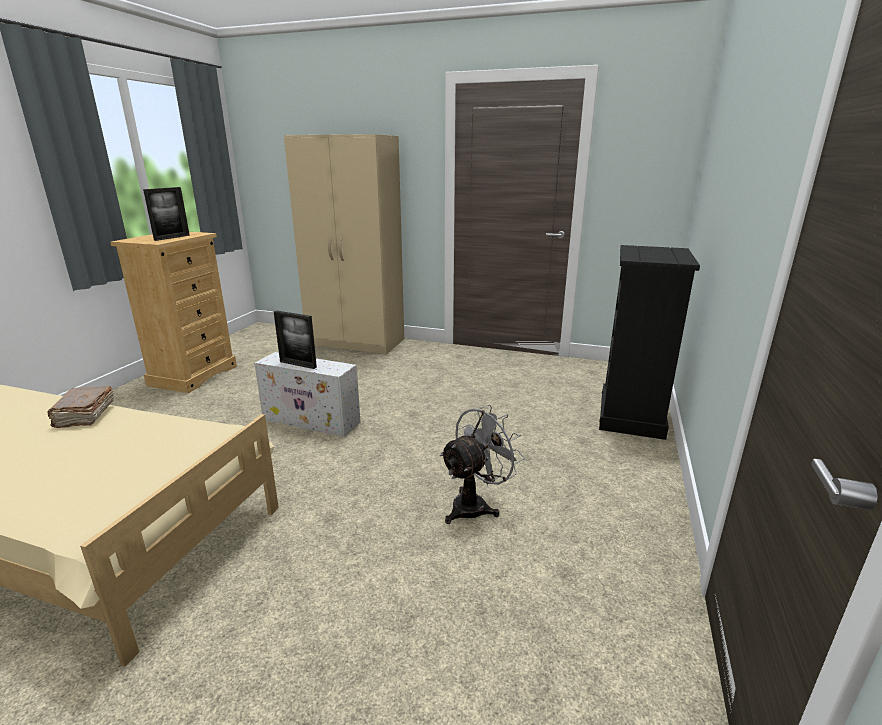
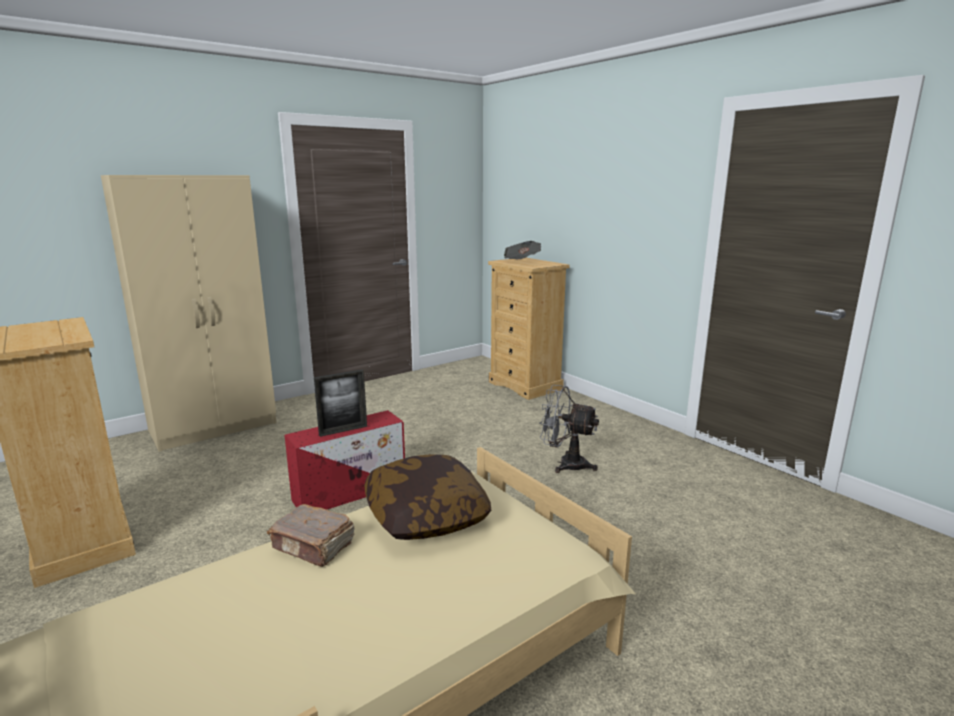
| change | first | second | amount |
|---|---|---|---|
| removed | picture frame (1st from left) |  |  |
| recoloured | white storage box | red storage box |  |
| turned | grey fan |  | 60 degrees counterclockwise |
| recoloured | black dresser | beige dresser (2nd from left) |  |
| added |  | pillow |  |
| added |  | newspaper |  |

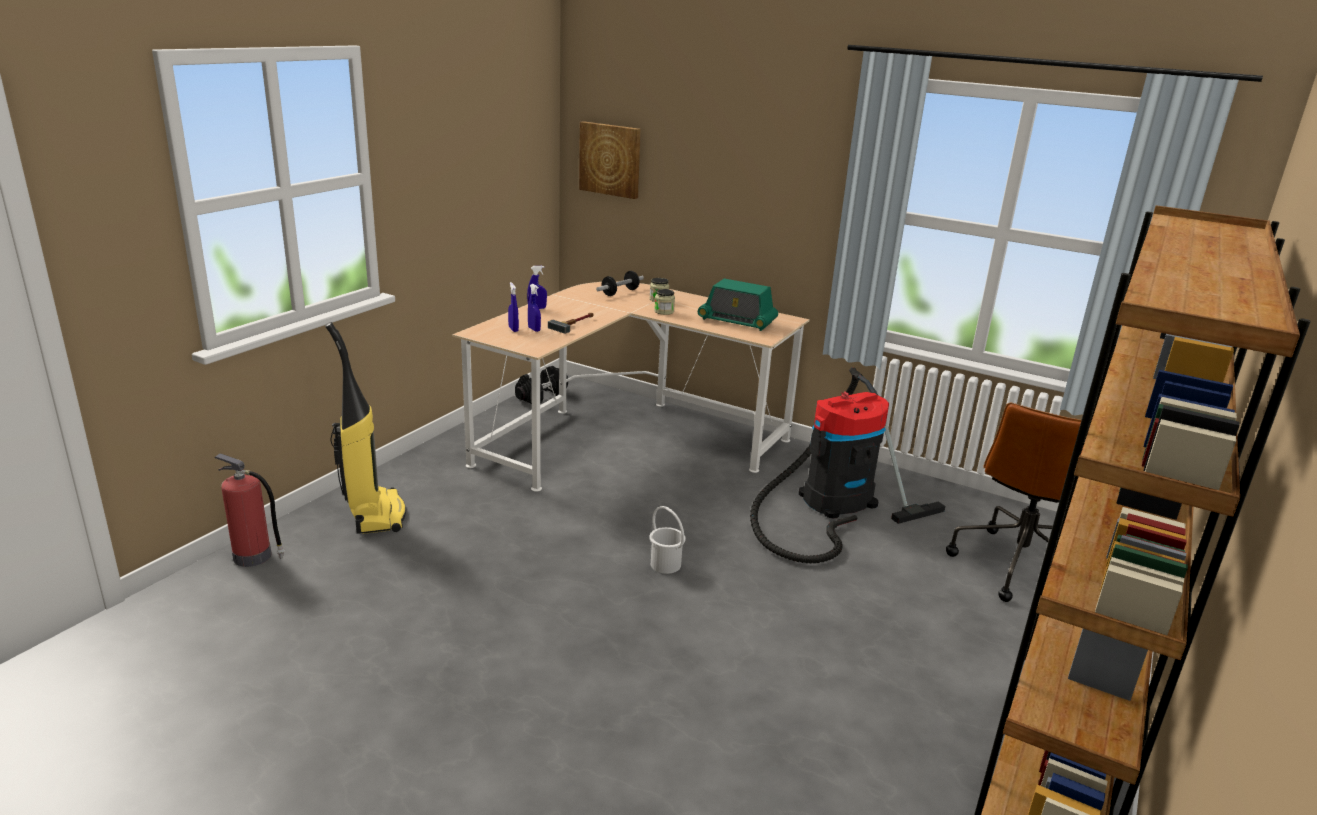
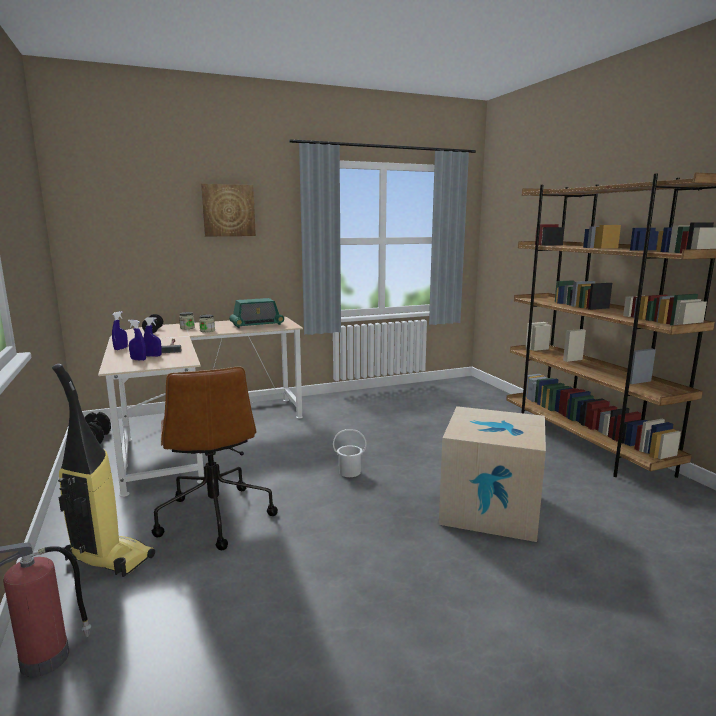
| change | first | second | amount |
|---|---|---|---|
| moved | picture |  |  |
| removed | vacuum cleaner (2nd from left) |  |  |
| moved | brown office chair |  |  |
| added |  | cardboard box |  |

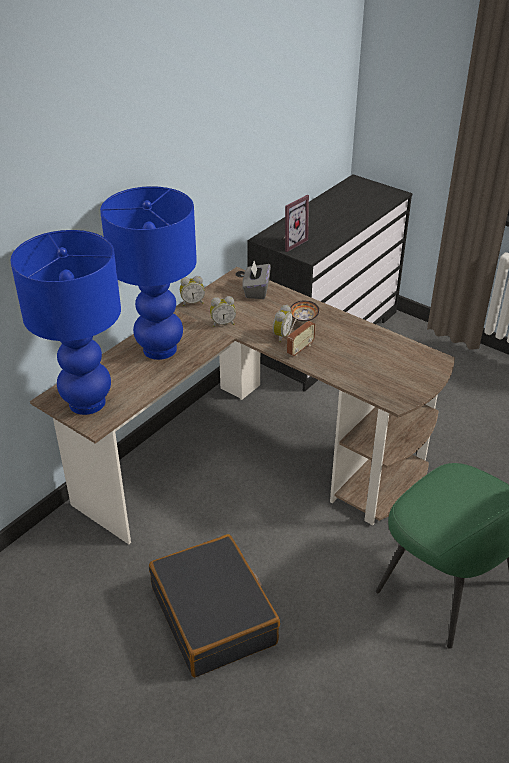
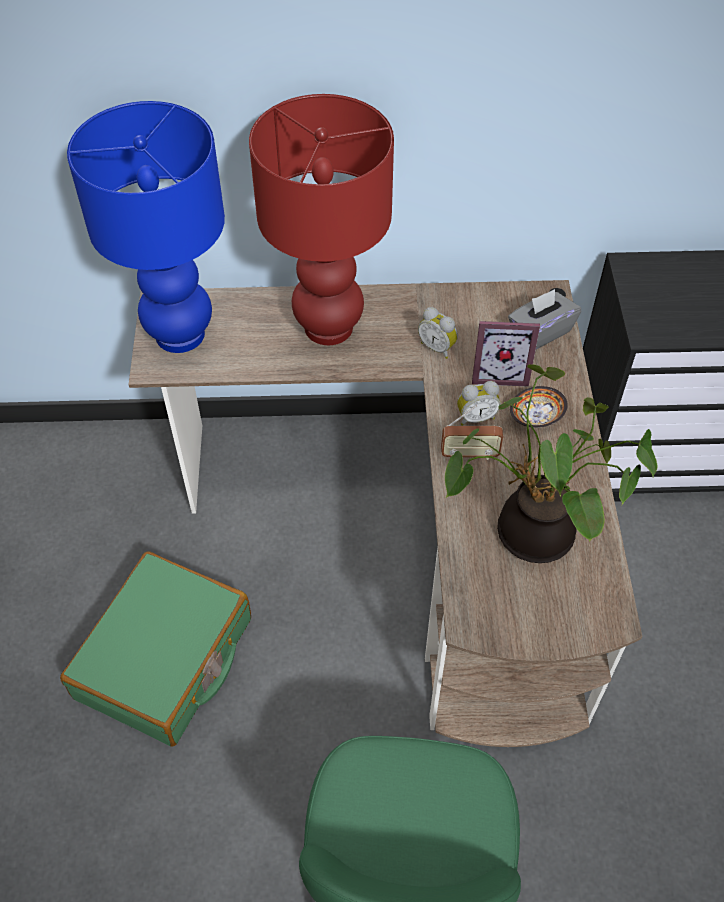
| change | first | second | amount |
|---|---|---|---|
| recoloured | blue table lamp (2nd from left) | red table lamp |  |
| recoloured | black suitcase | green suitcase |  |
| removed | alarm clock (1st from left) |  |  |
| moved | picture frame |  |  |
| added |  | potted plant |  |

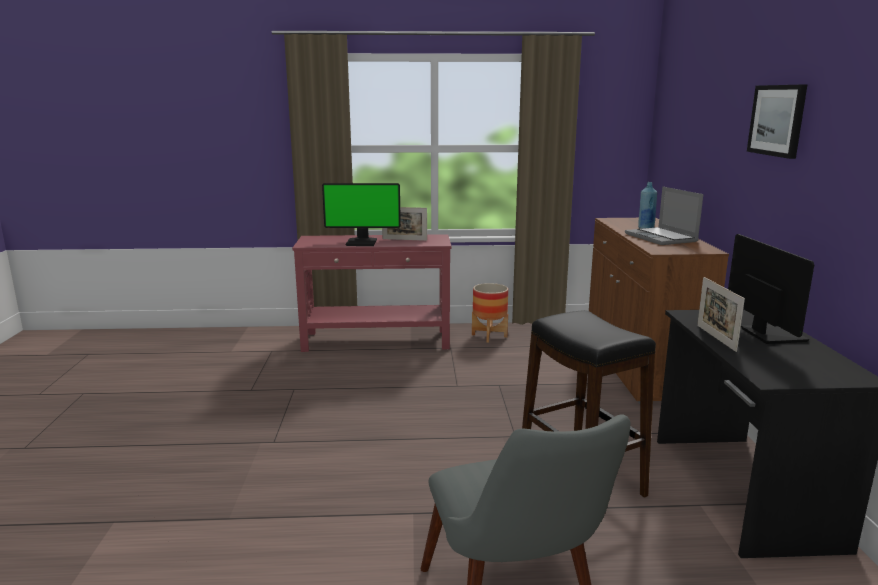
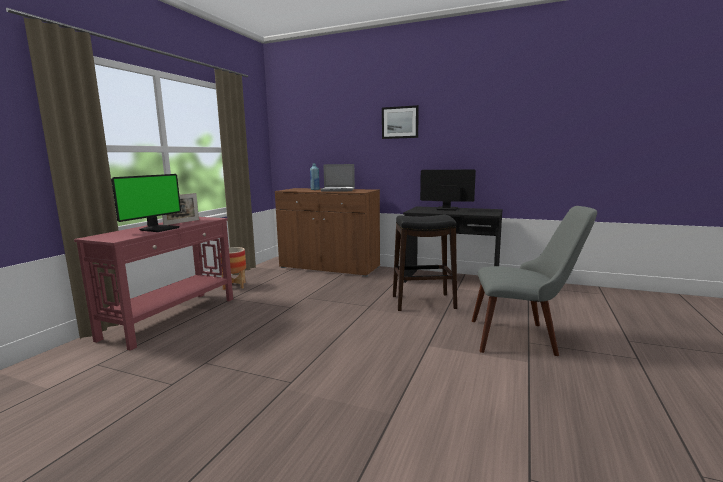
| change | first | second | amount |
|---|---|---|---|
| removed | picture frame (2nd from left) |  |  |

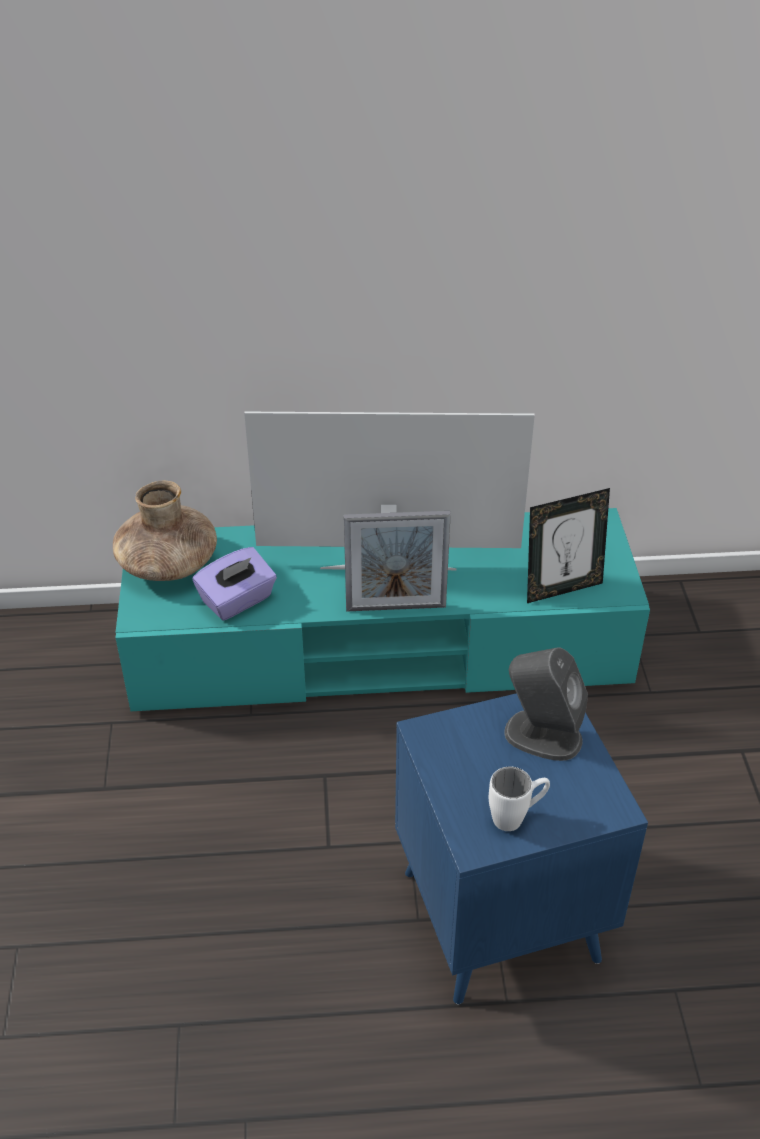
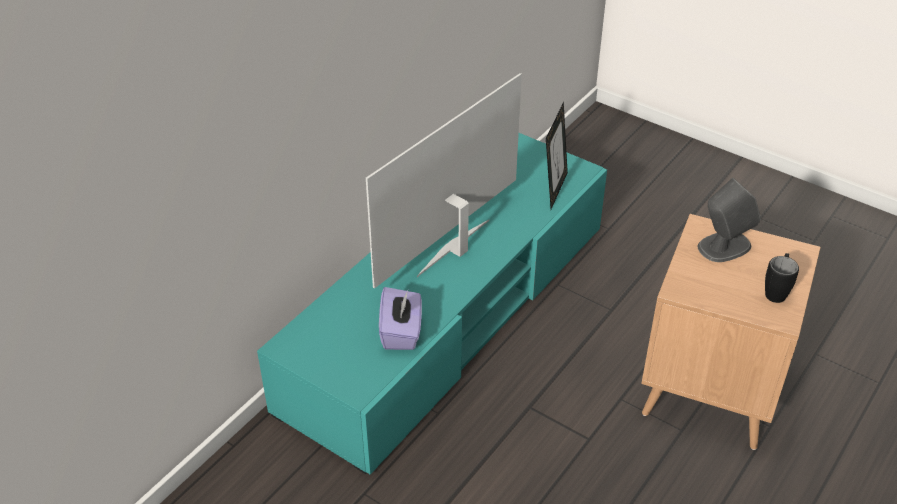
| change | first | second | amount |
|---|---|---|---|
| removed | brown vase |  |  |
| removed | picture frame (1st from left) |  |  |
| recoloured | blue side table | brown side table |  |
| recoloured | white mug | black mug |  |

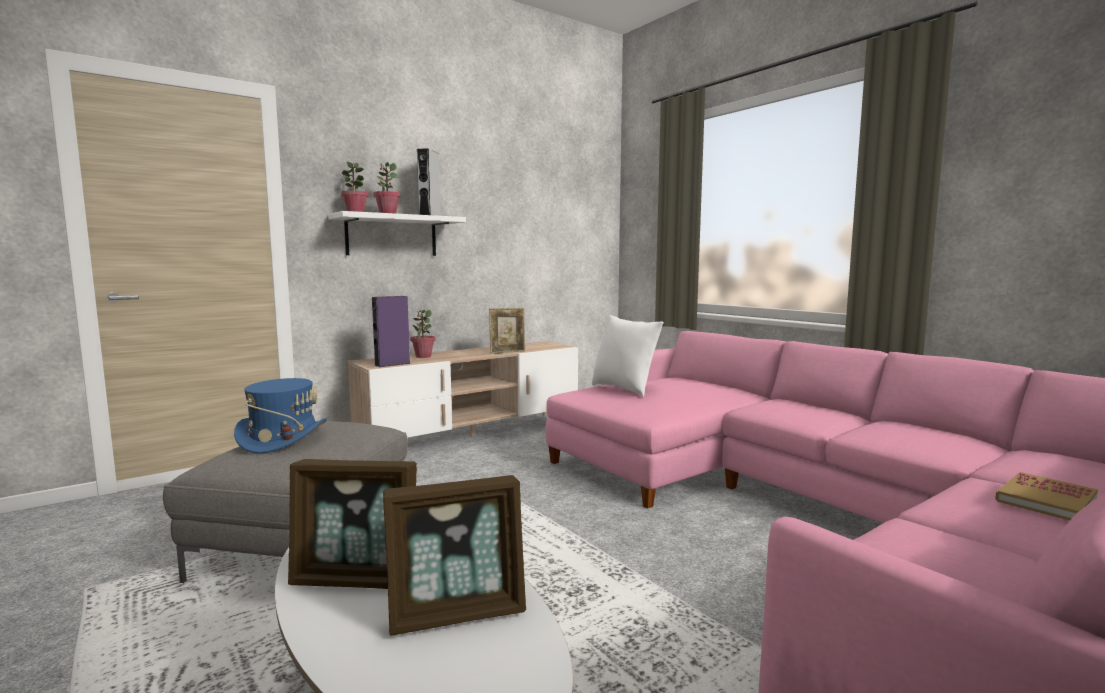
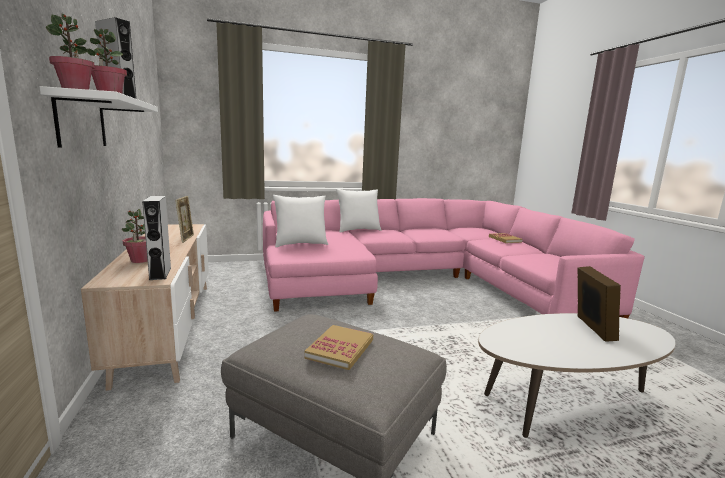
| change | first | second | amount |
|---|---|---|---|
| replaced | blue hat | book (1st from left) |  |
| removed | picture frame (1st from left) |  |  |
| recoloured | purple speaker | grey speaker (2nd from left) |  |
| added |  | white pillow (2nd from left) |  |

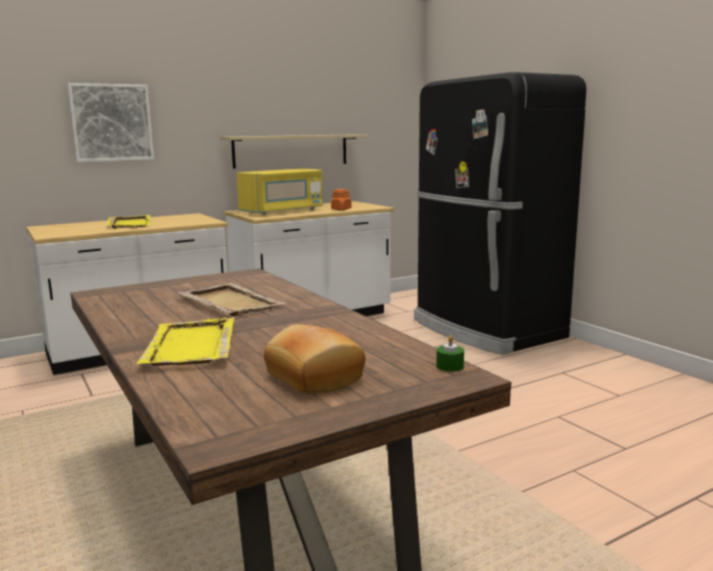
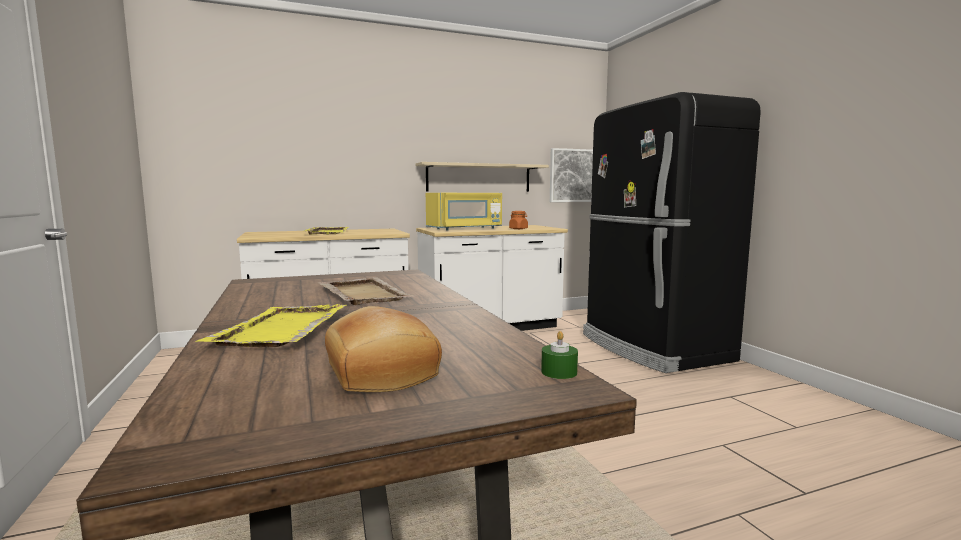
| change | first | second | amount |
|---|---|---|---|
| moved | picture |  |  |

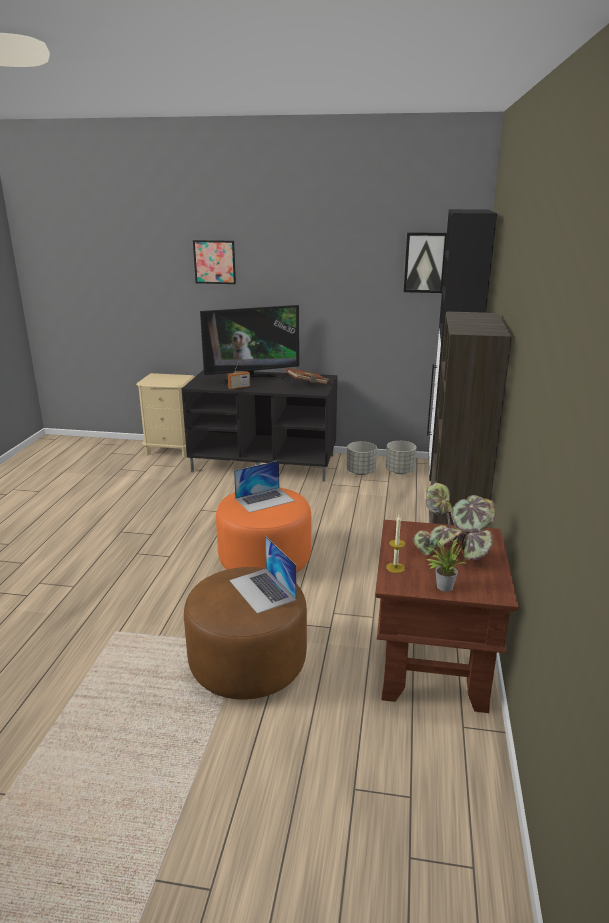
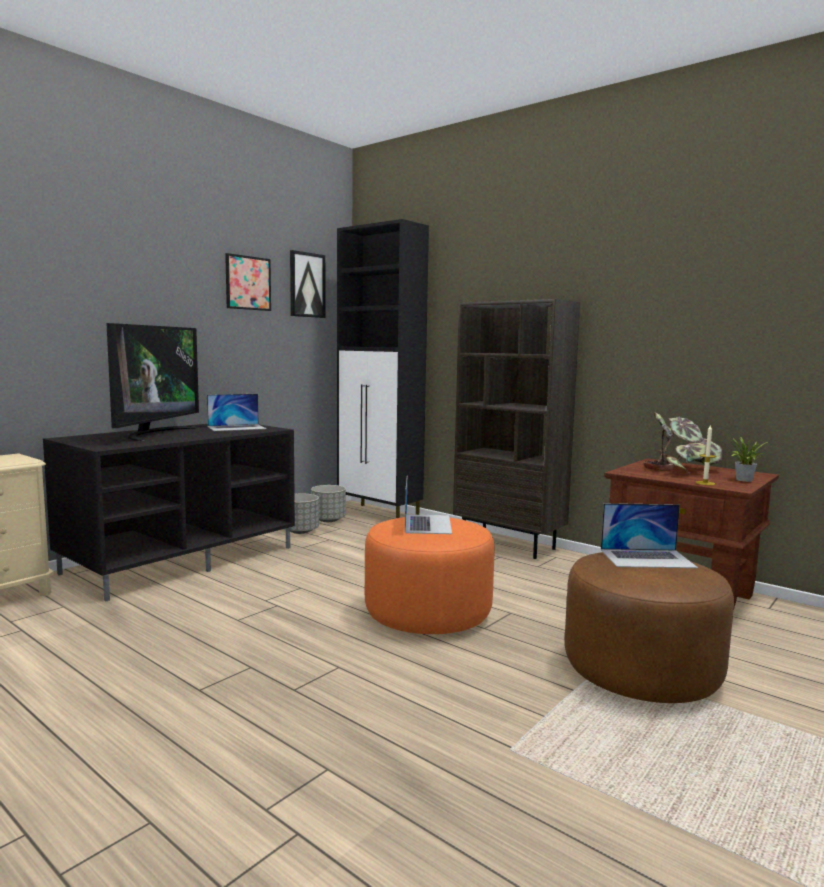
| change | first | second | amount |
|---|---|---|---|
| moved | picture (1st from left) |  |  |
| removed | radio |  |  |
| replaced | brown book | laptop (1st from left) |  |

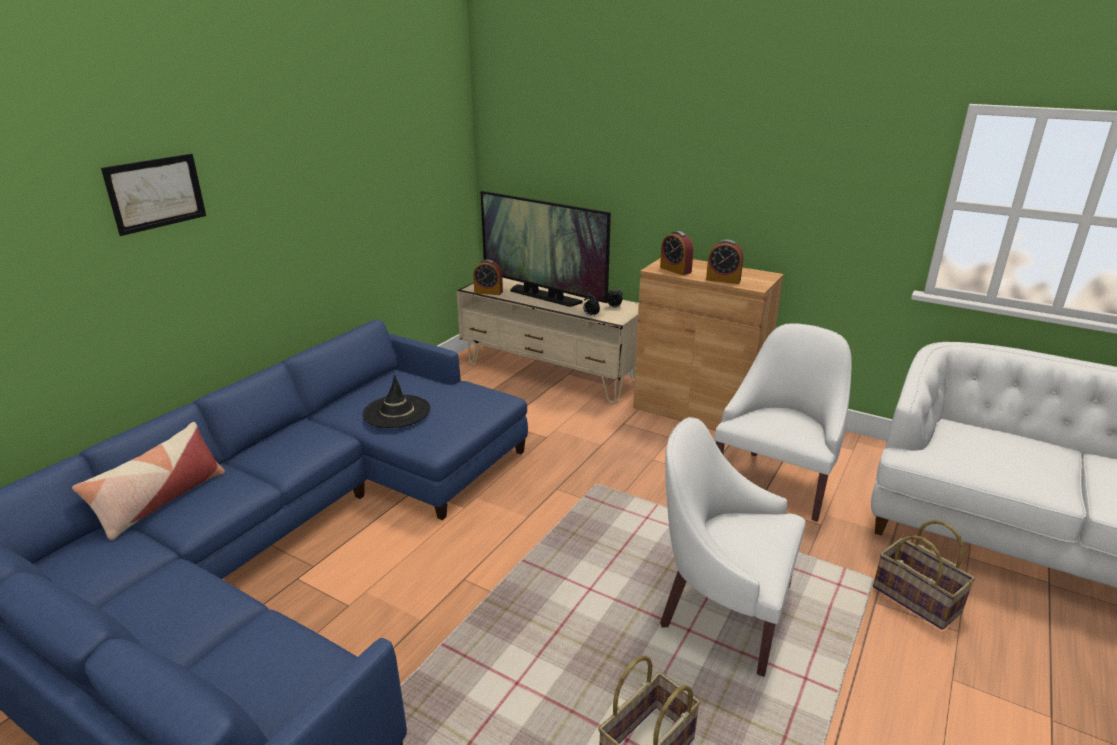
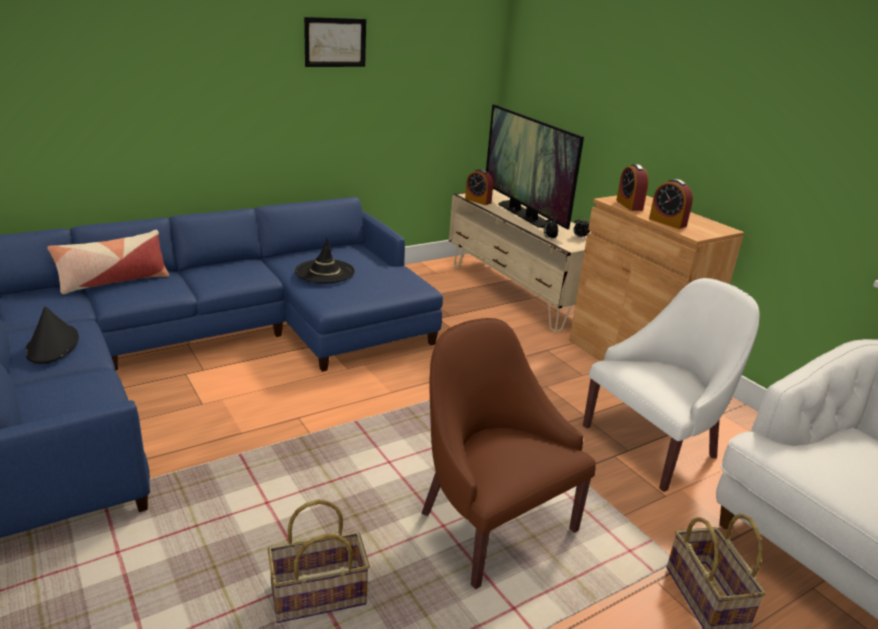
| change | first | second | amount |
|---|---|---|---|
| moved | picture |  |  |
| recoloured | white armchair (1st from left) | brown armchair |  |
| added |  | black hat (1st from left) |  |

